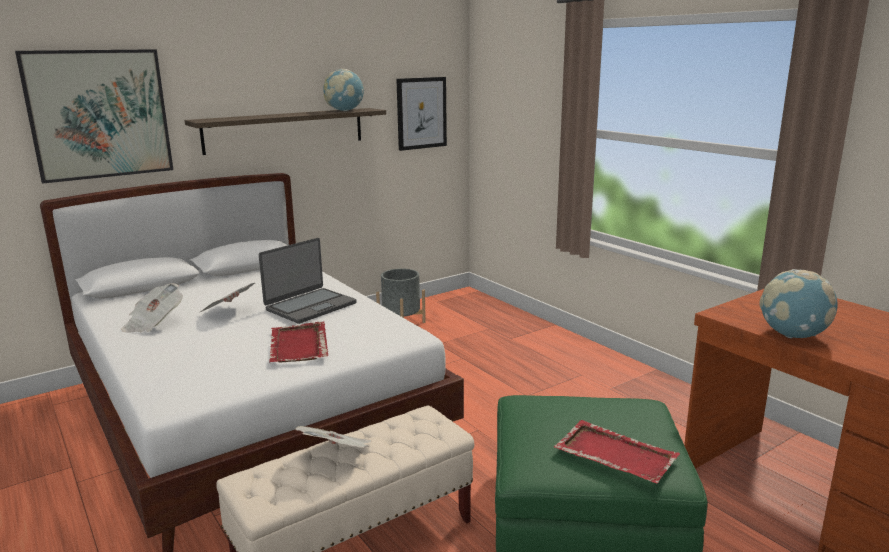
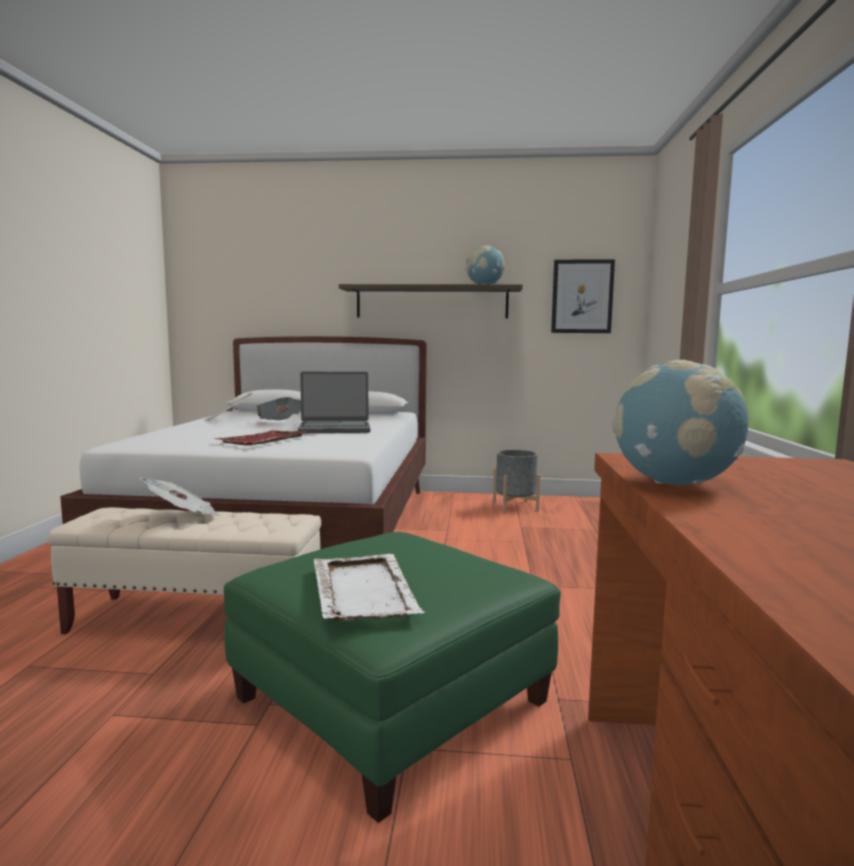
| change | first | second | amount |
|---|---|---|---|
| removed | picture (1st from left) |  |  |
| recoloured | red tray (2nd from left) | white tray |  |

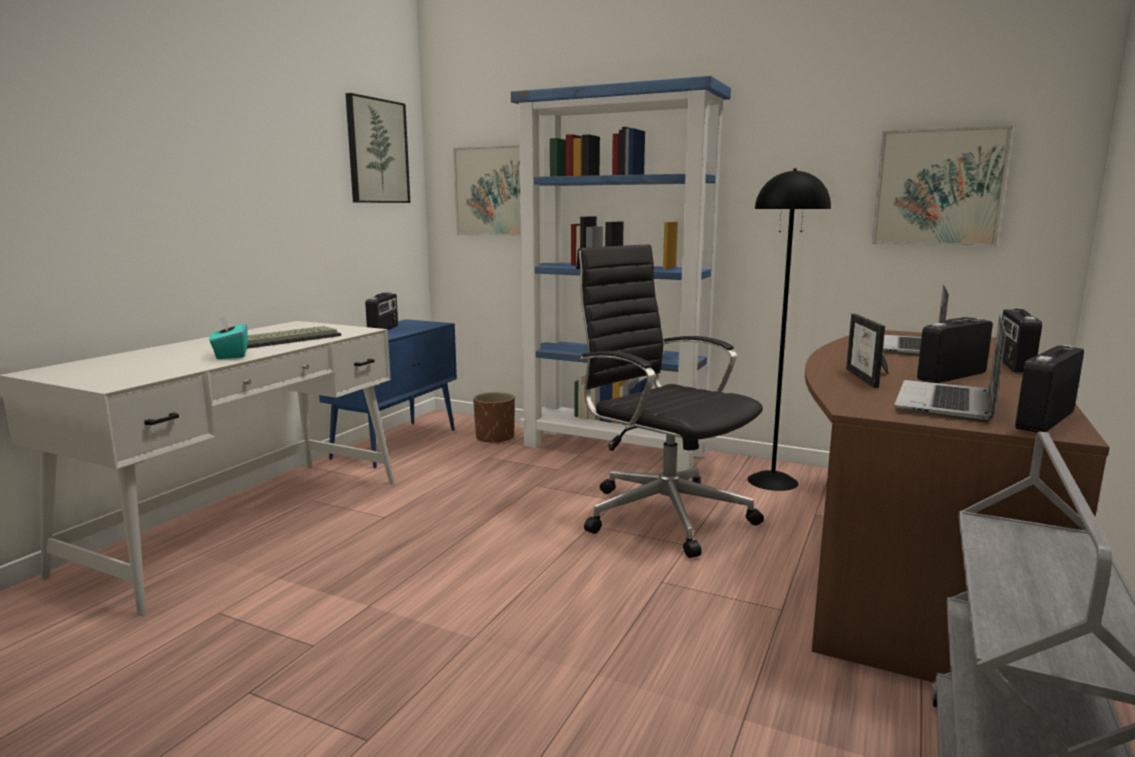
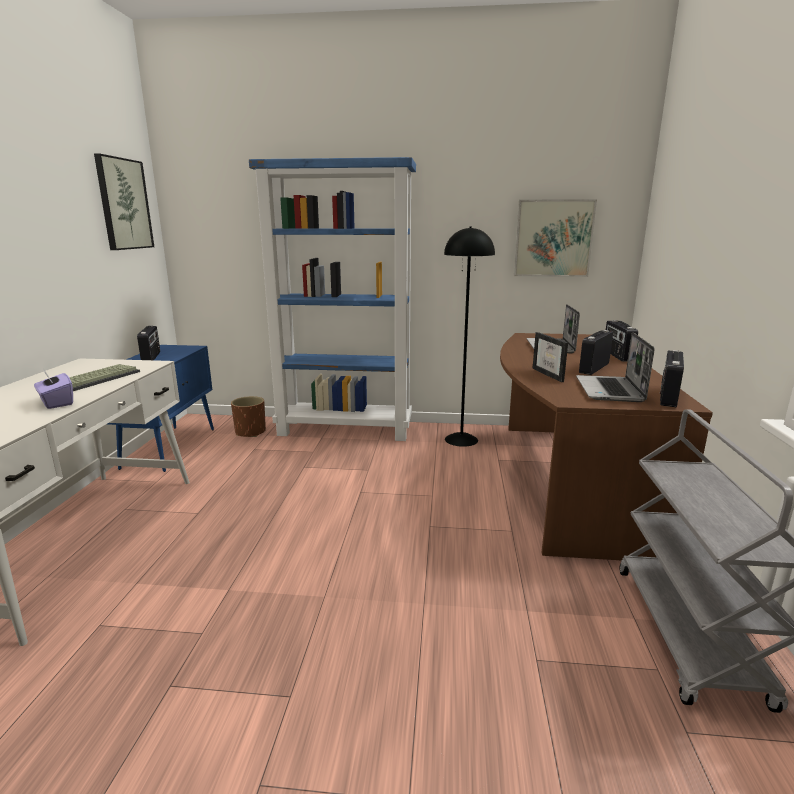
| change | first | second | amount |
|---|---|---|---|
| recoloured | turquoise tissue box | purple tissue box |  |
| removed | picture (2nd from left) |  |  |
| removed | black office chair |  |  |

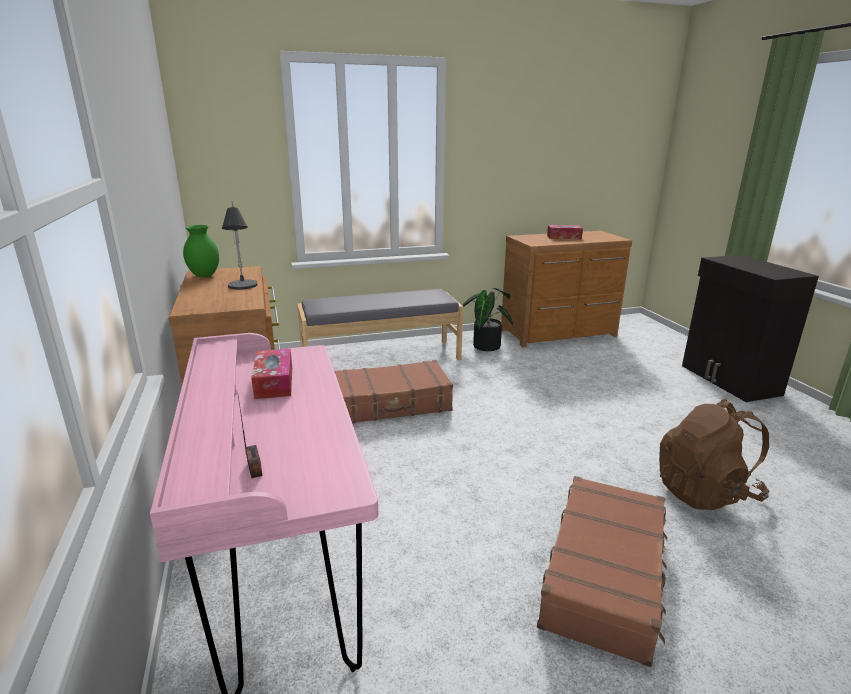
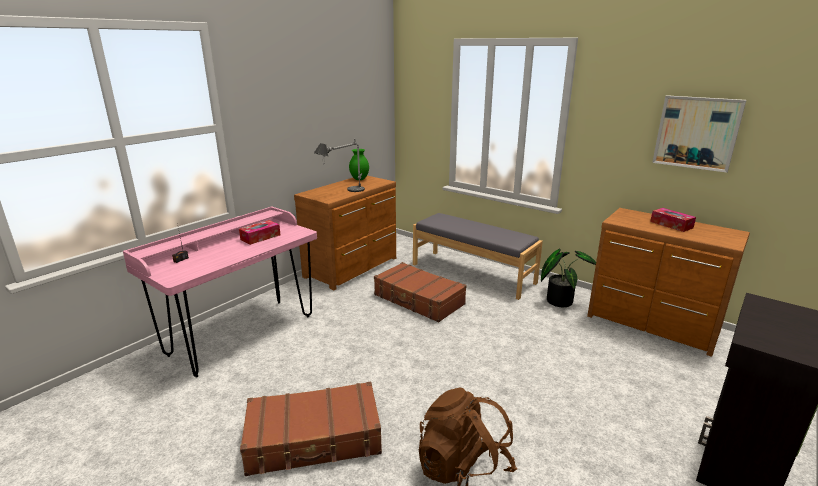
| change | first | second | amount |
|---|---|---|---|
| added |  | picture |  |

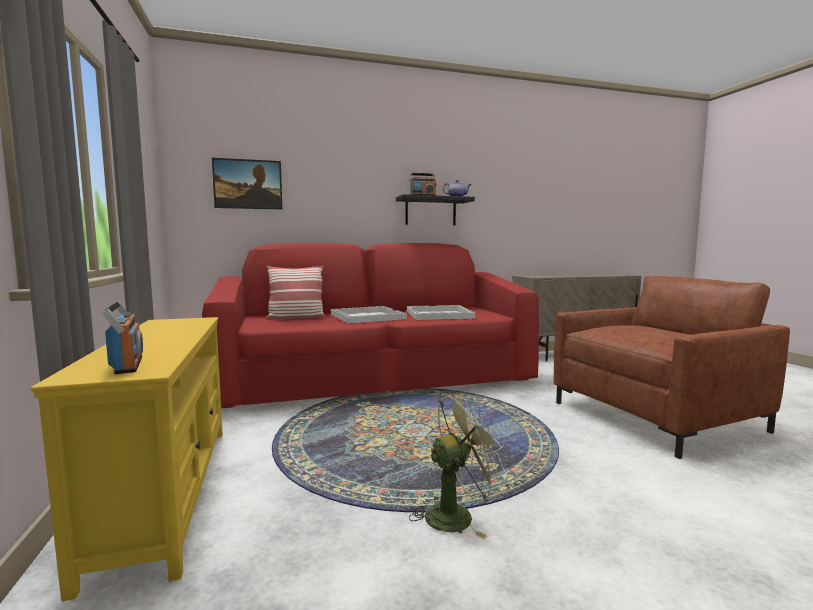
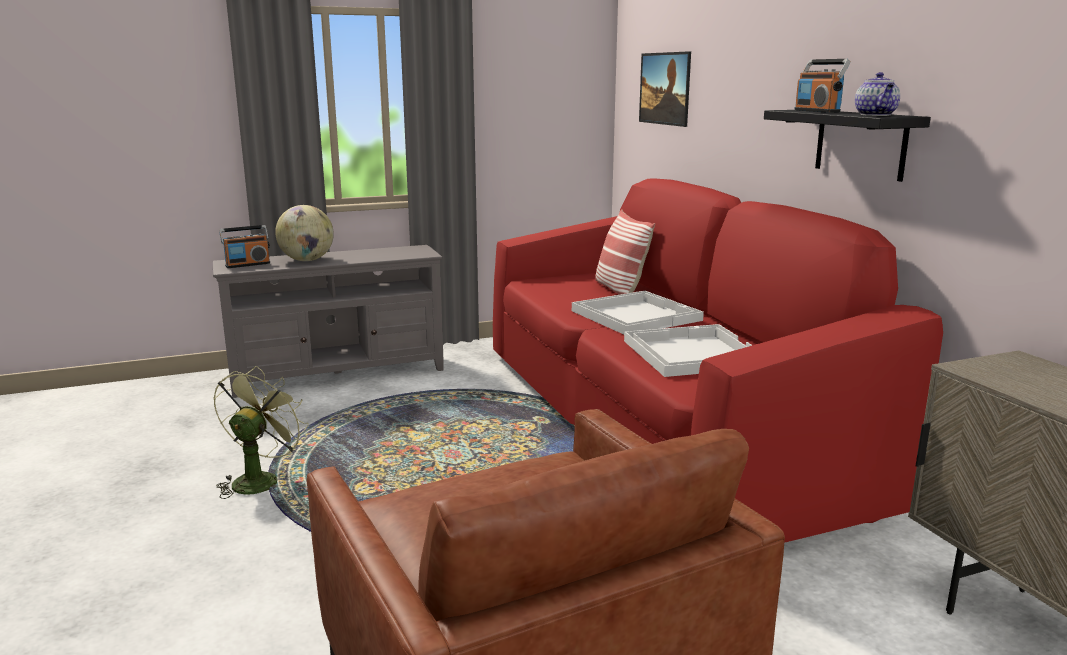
| change | first | second | amount |
|---|---|---|---|
| recoloured | yellow tv stand | grey tv stand |  |
| turned | green fan |  | 135 degrees counterclockwise |
| added |  | globe |  |

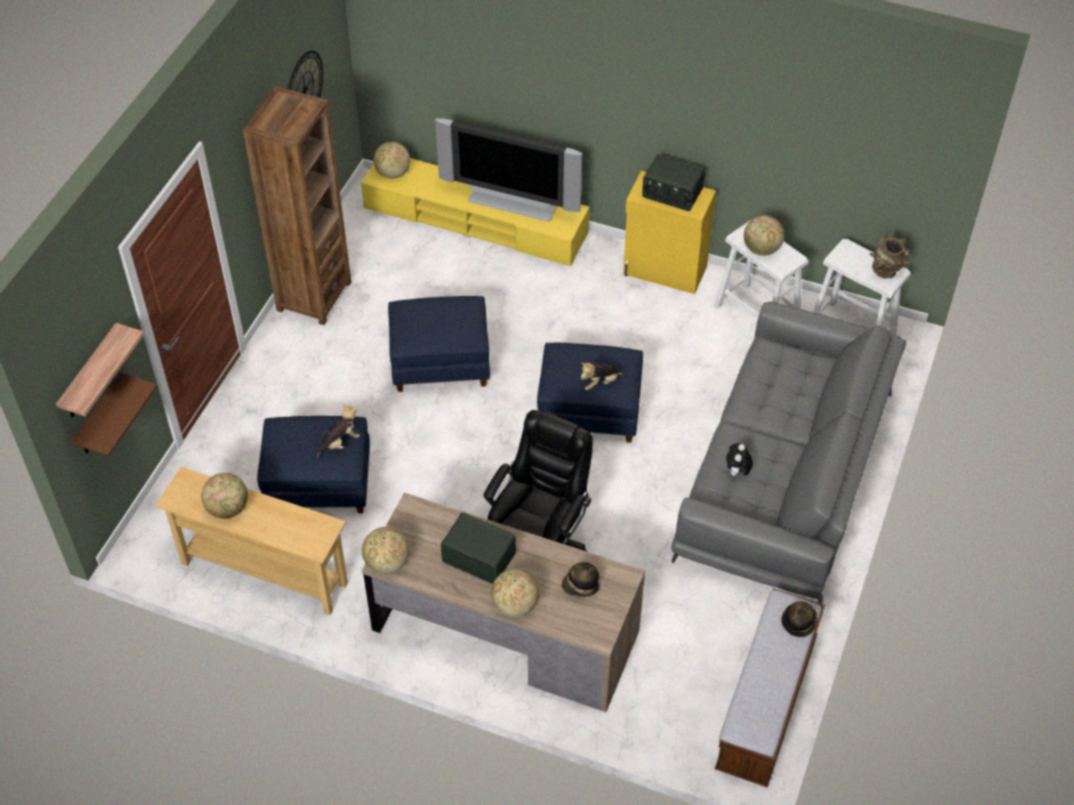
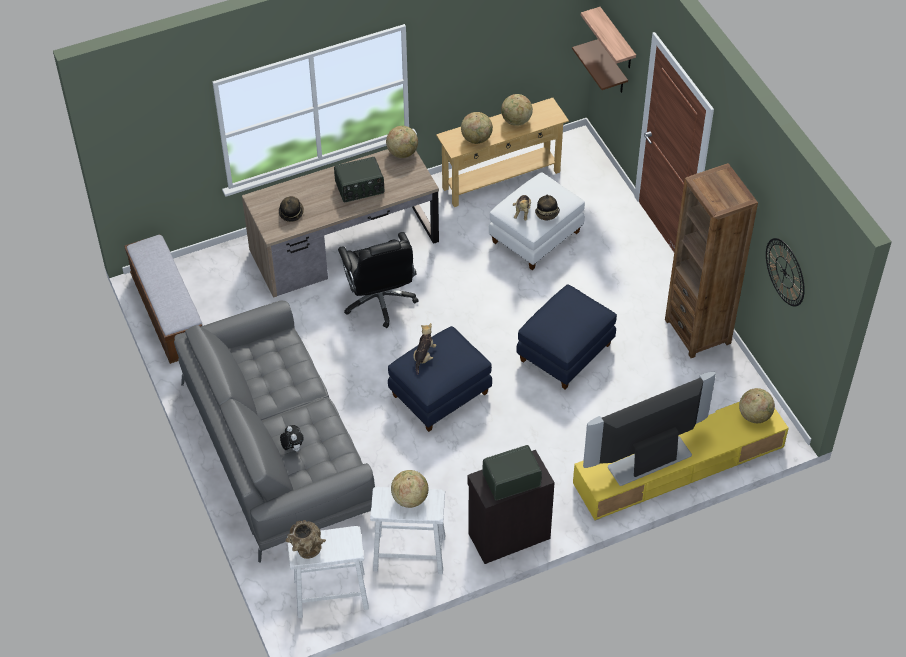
| change | first | second | amount |
|---|---|---|---|
| recoloured | blue ottoman (1st from left) | white ottoman |  |
| moved | globe (4th from left in the first image) | globe (3rd from left) |  |
| recoloured | yellow cabinet | black cabinet |  |
| moved | plush toy (3rd from left in the first image) | plush toy (1st from left) |  |
| moved | hat (2nd from left) |  |  |

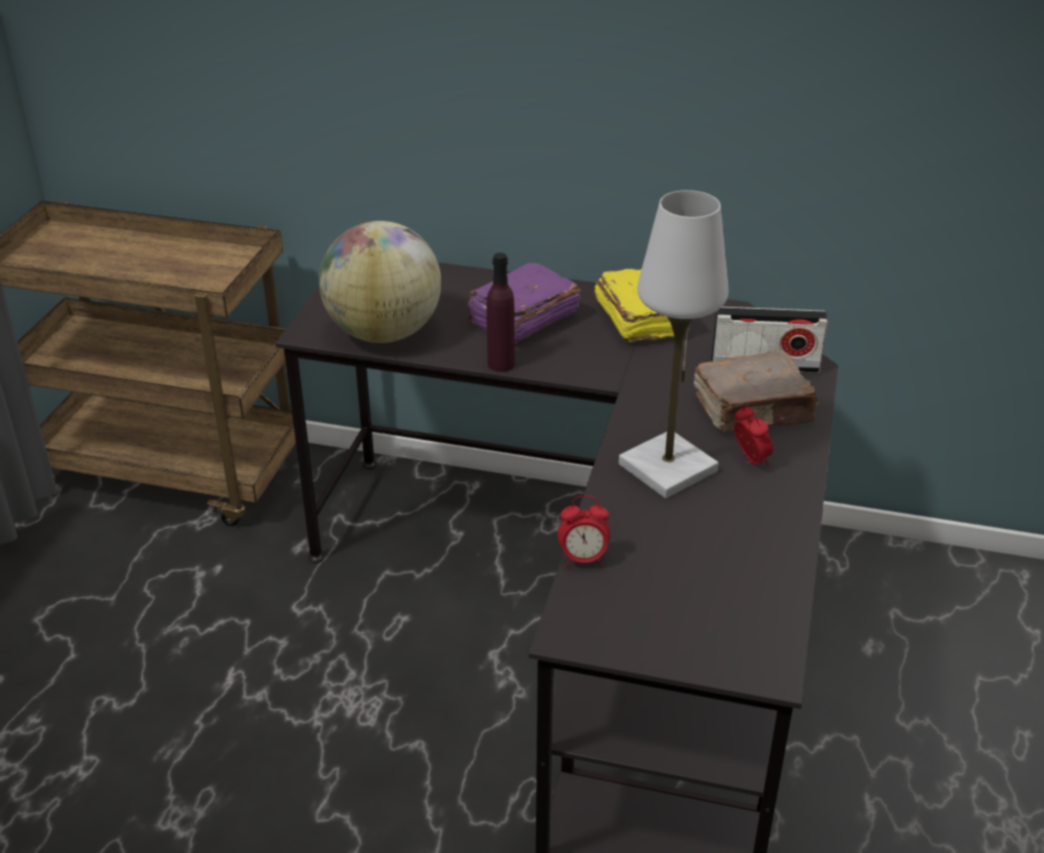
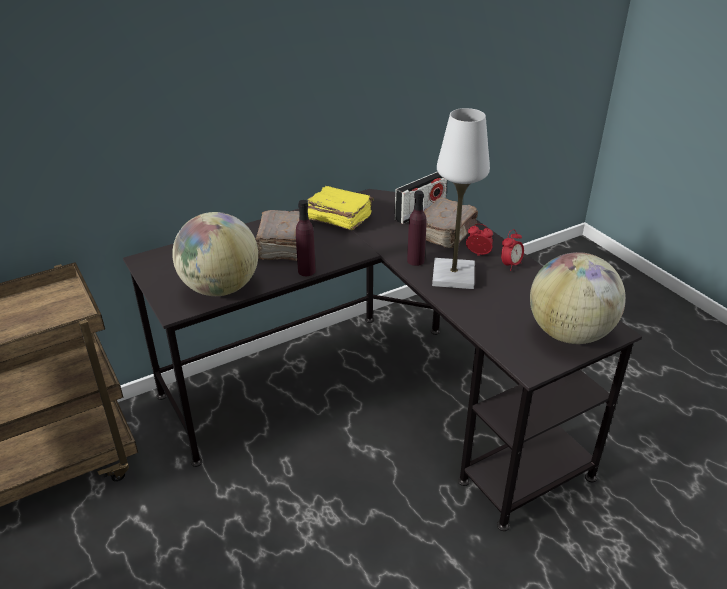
| change | first | second | amount |
|---|---|---|---|
| recoloured | purple book | brown book (1st from left) |  |
| moved | alarm clock (1st from left in the first image) | alarm clock (2nd from left) |  |
| added |  | purple bottle (2nd from left) |  |
| added |  | globe (2nd from left) |  |

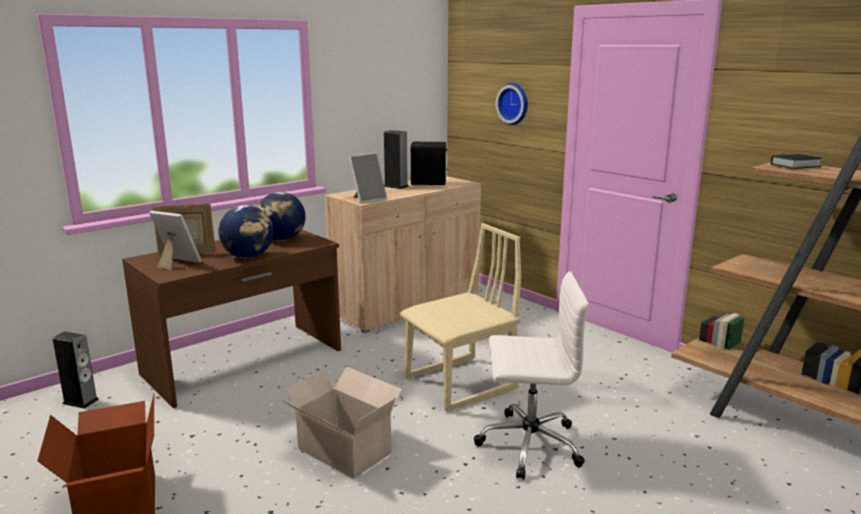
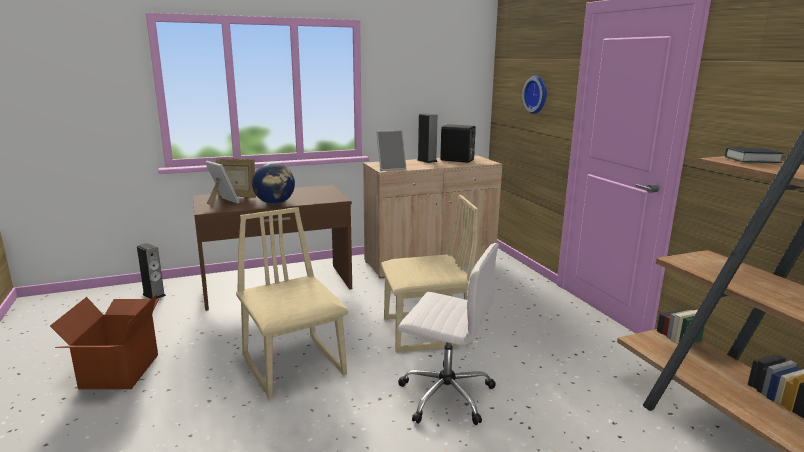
| change | first | second | amount |
|---|---|---|---|
| removed | globe (2nd from left) |  |  |
| replaced | cardboard box (2nd from left) | beige chair (1st from left) |  |

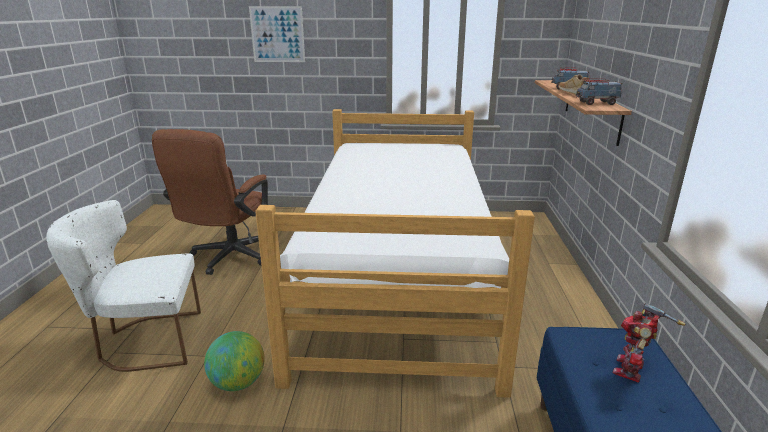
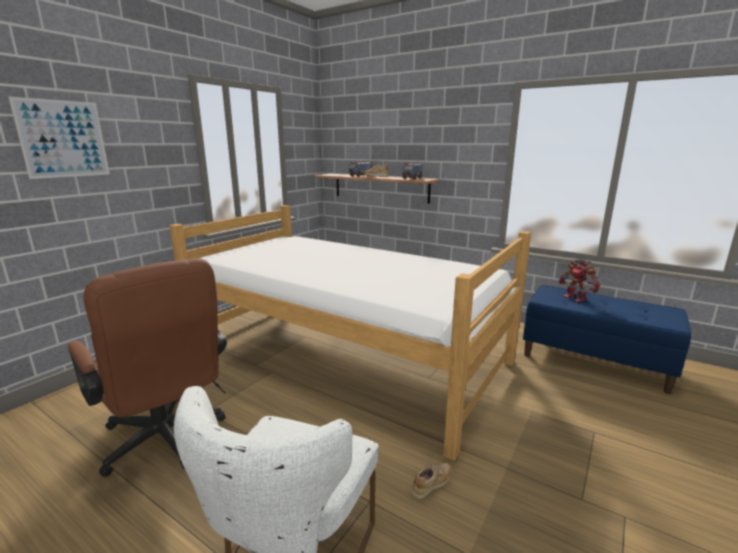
| change | first | second | amount |
|---|---|---|---|
| replaced | globe | beige shoe (2nd from left) |  |

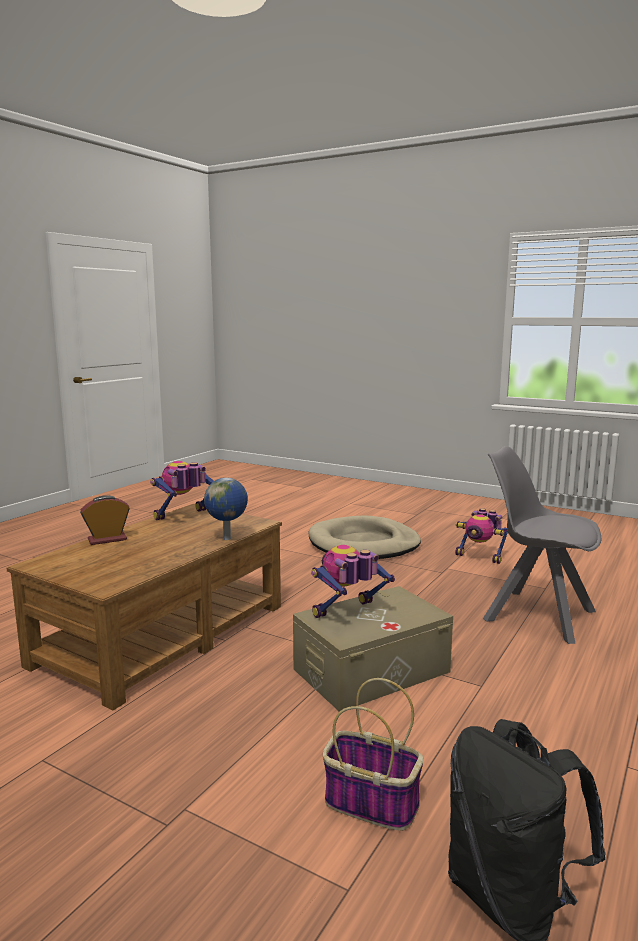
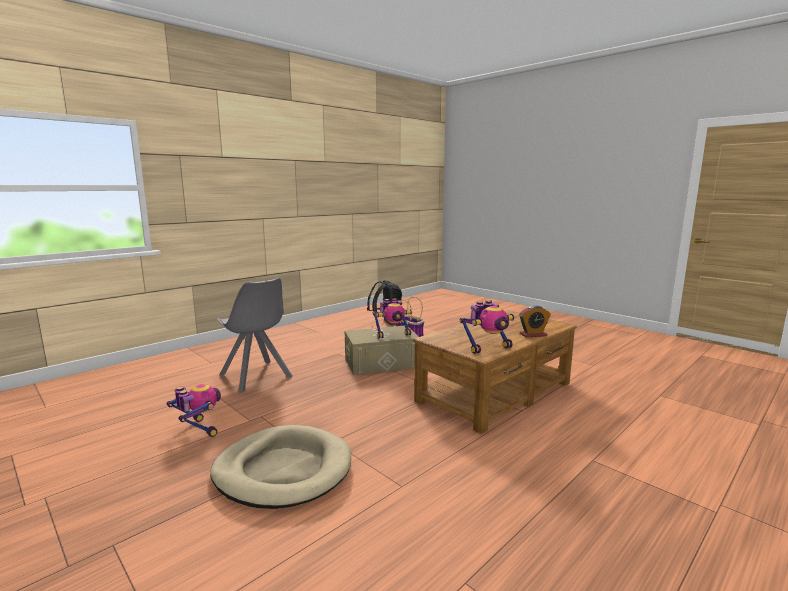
| change | first | second | amount |
|---|---|---|---|
| removed | globe |  |  |

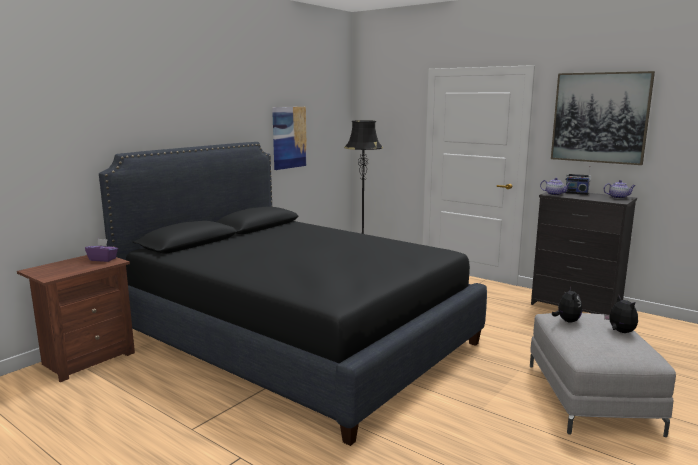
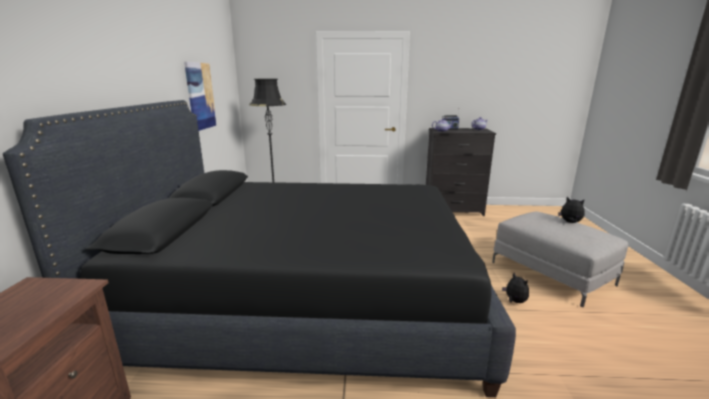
| change | first | second | amount |
|---|---|---|---|
| removed | purple tissue box |  |  |
| removed | picture (2nd from left) |  |  |
| moved | plush toy (1st from left) |  |  |

